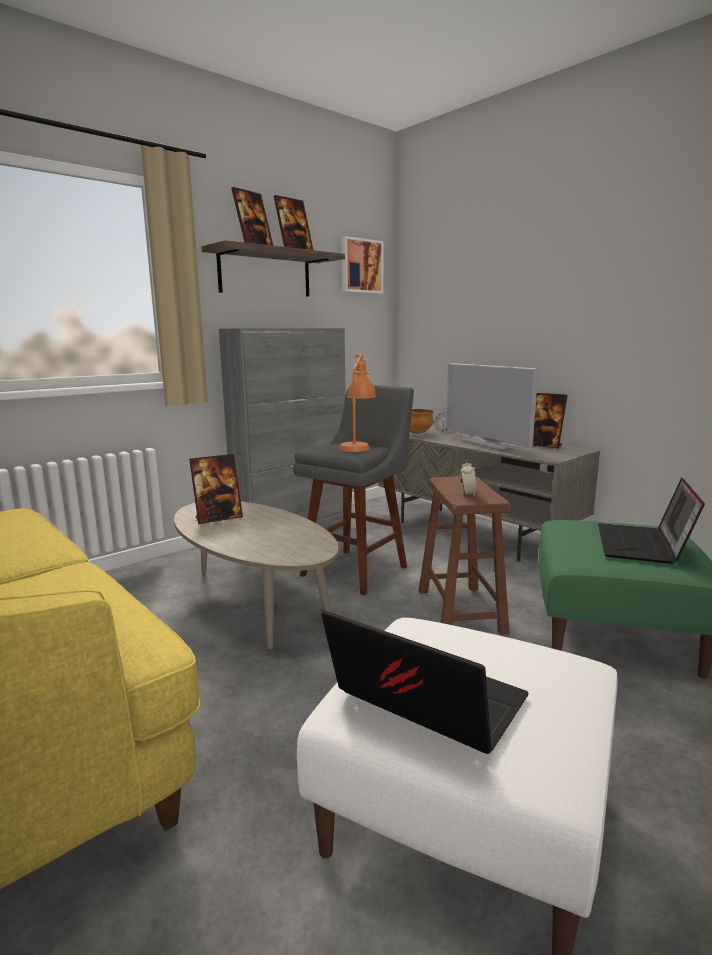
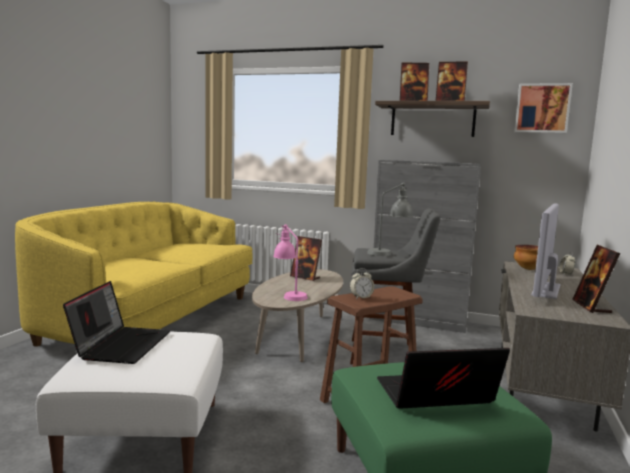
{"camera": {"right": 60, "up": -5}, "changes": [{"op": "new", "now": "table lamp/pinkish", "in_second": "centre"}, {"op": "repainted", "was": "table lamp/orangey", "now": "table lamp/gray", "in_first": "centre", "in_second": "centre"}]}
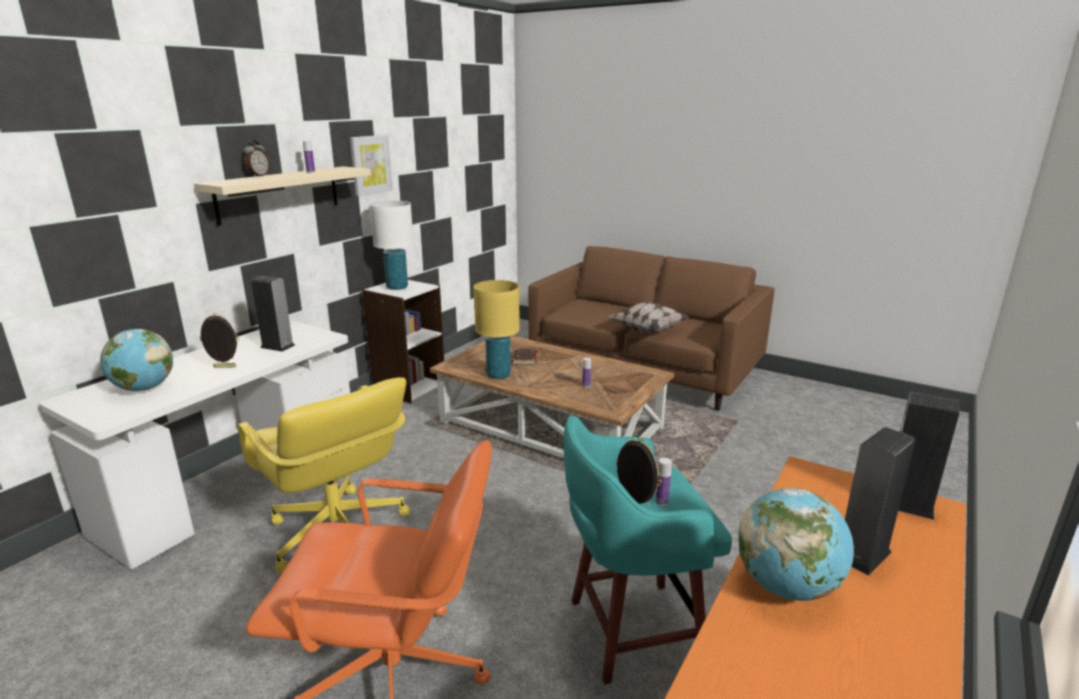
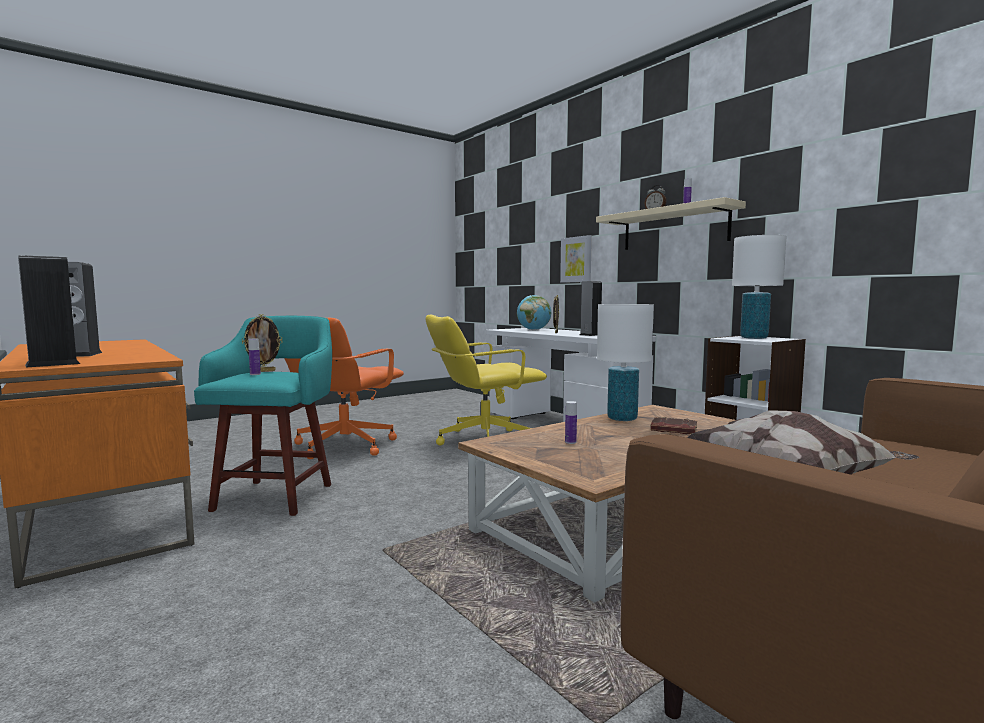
{"camera": {"right": 110, "up": -15}, "changes": [{"op": "gone", "was": "world globe (no. 2 from left)", "in_first": "bottom right"}, {"op": "shifted", "was": "wall picture", "in_first": "top centre", "in_second": "centre"}, {"op": "repainted", "was": "table lamp/yellow-coloured", "now": "table lamp/white (no. 1 from left)", "in_first": "centre", "in_second": "centre"}]}
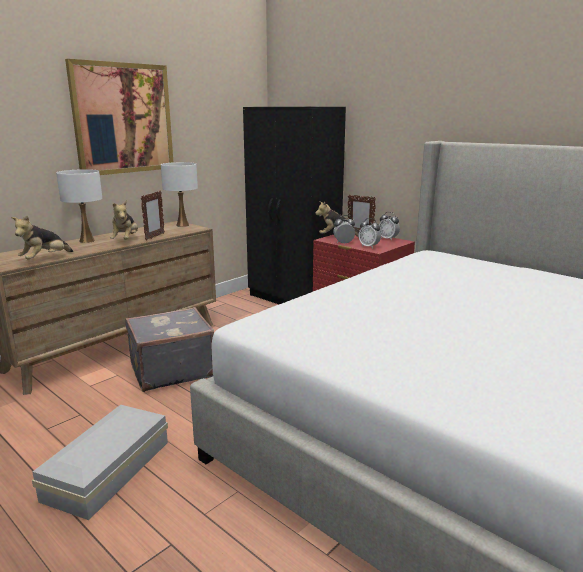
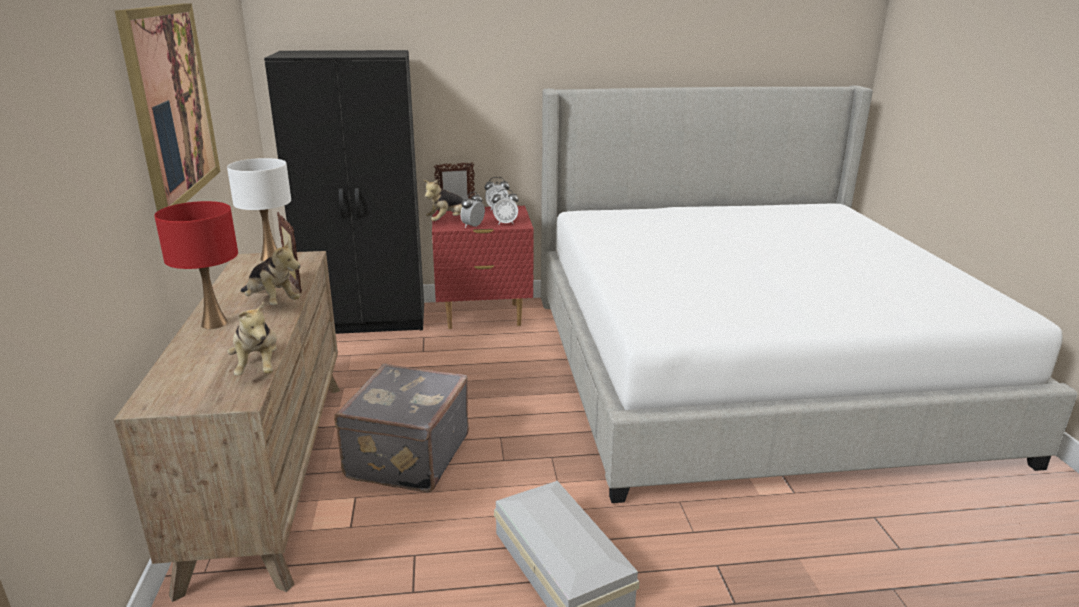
{"camera": {"right": -50, "up": 5}, "changes": [{"op": "repainted", "was": "table lamp/white (no. 1 from left)", "now": "table lamp/red", "in_first": "middle left", "in_second": "middle left"}]}
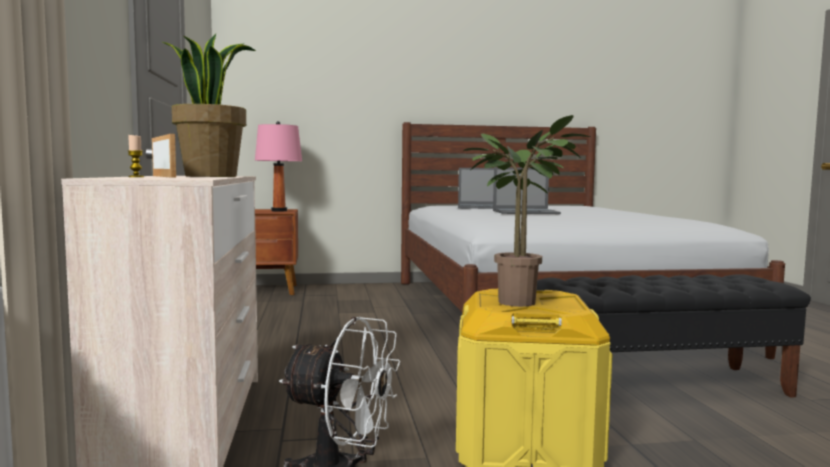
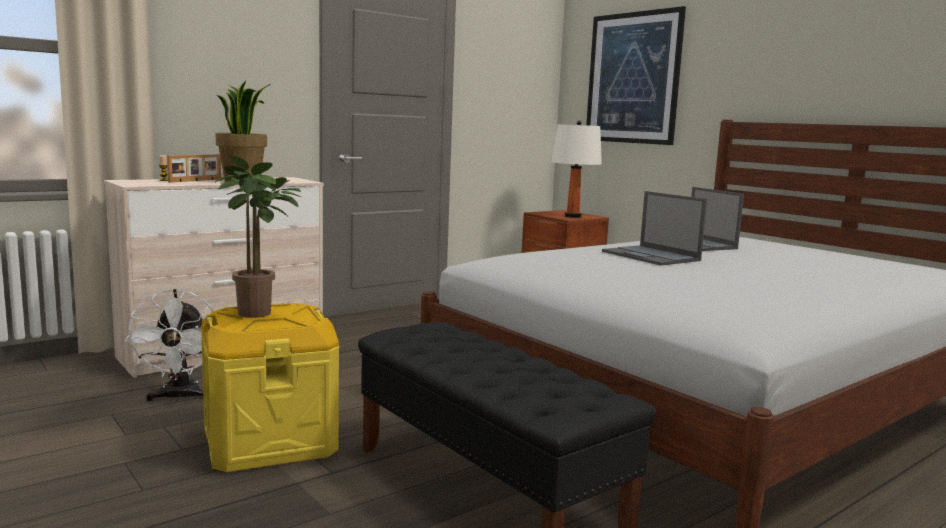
{"camera": {"right": 60, "up": 5}, "changes": [{"op": "new", "now": "wall picture", "in_second": "top right"}, {"op": "repainted", "was": "table lamp/pinkish", "now": "table lamp/white", "in_first": "centre", "in_second": "top centre"}]}
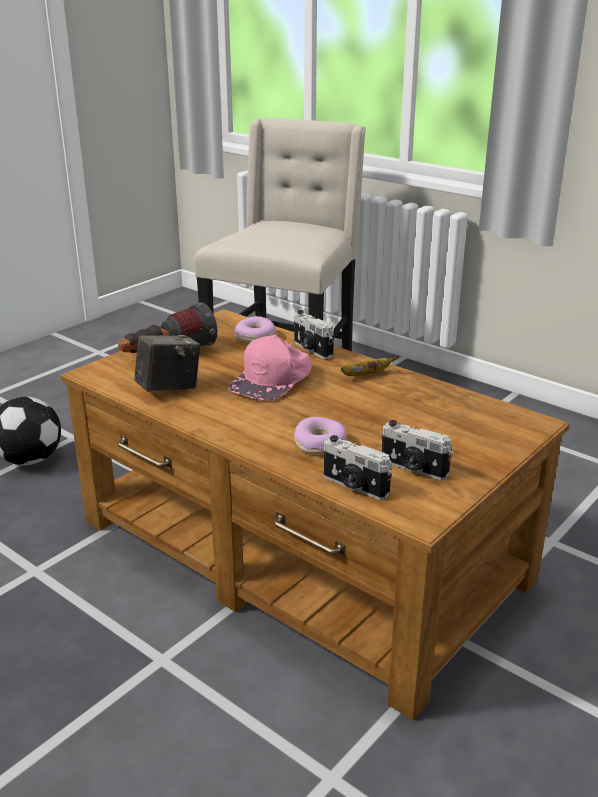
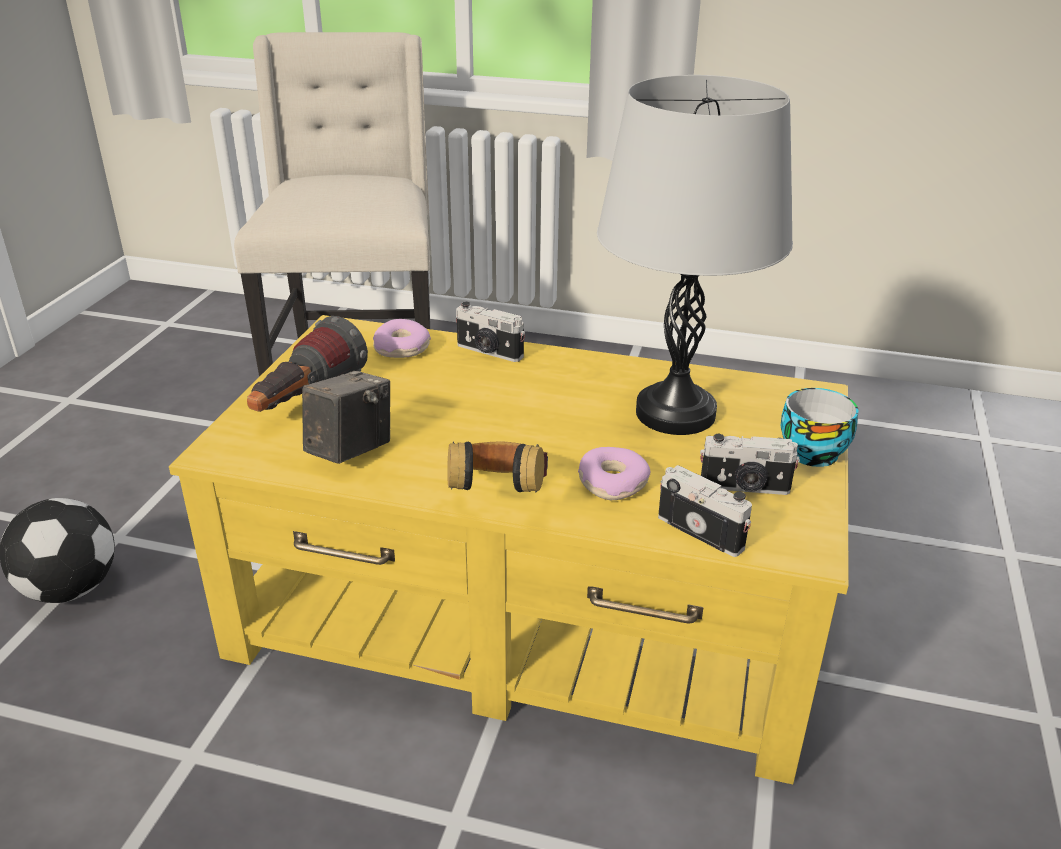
{"camera": {"right": -25, "up": 5}, "changes": [{"op": "gone", "was": "cap/pinkish", "in_first": "centre"}, {"op": "gone", "was": "whole banana", "in_first": "centre"}, {"op": "new", "now": "headset", "in_second": "centre"}, {"op": "new", "now": "table lamp/gray", "in_second": "top centre"}, {"op": "new", "now": "cup", "in_second": "middle right"}, {"op": "repainted", "was": "coffee table/brownish", "now": "coffee table/yellow-coloured", "in_first": "centre", "in_second": "centre"}, {"op": "rotated", "was": "still camera (no. 3 from left)", "in_first": "centre", "in_second": "centre", "clockwise": -150}]}
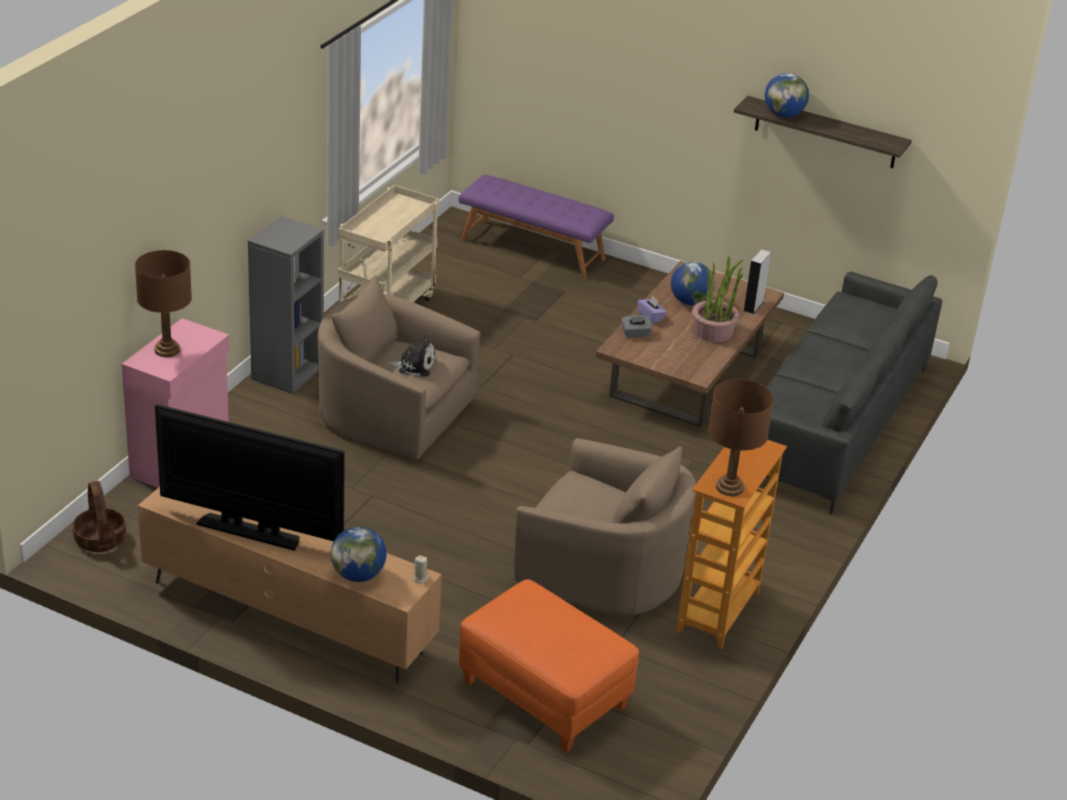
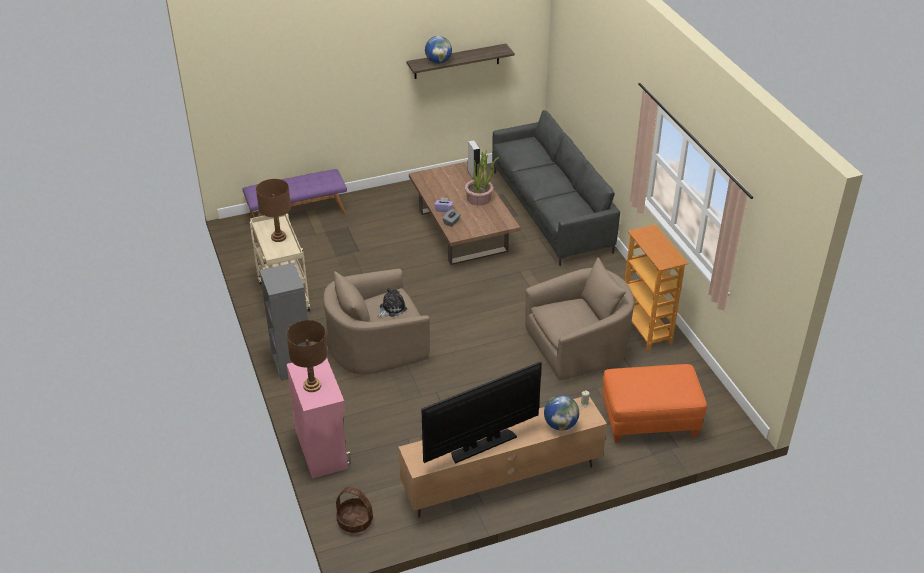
{"camera": {"right": -45, "up": 5}, "changes": [{"op": "gone", "was": "world globe (no. 2 from left)", "in_first": "centre"}, {"op": "shifted", "was": "table lamp/brownish (no. 2 from left in the first image)", "now": "table lamp/brownish (no. 1 from left)", "in_first": "middle right", "in_second": "middle left"}]}
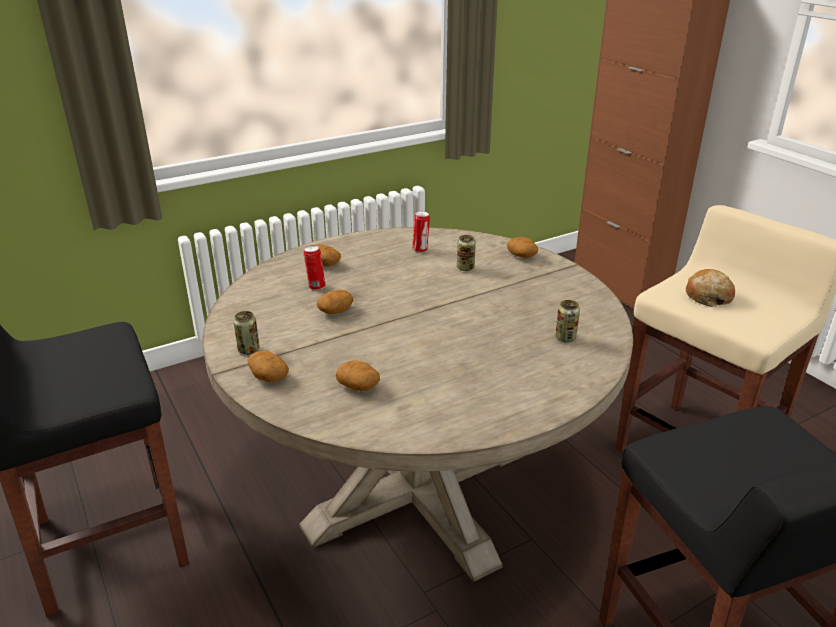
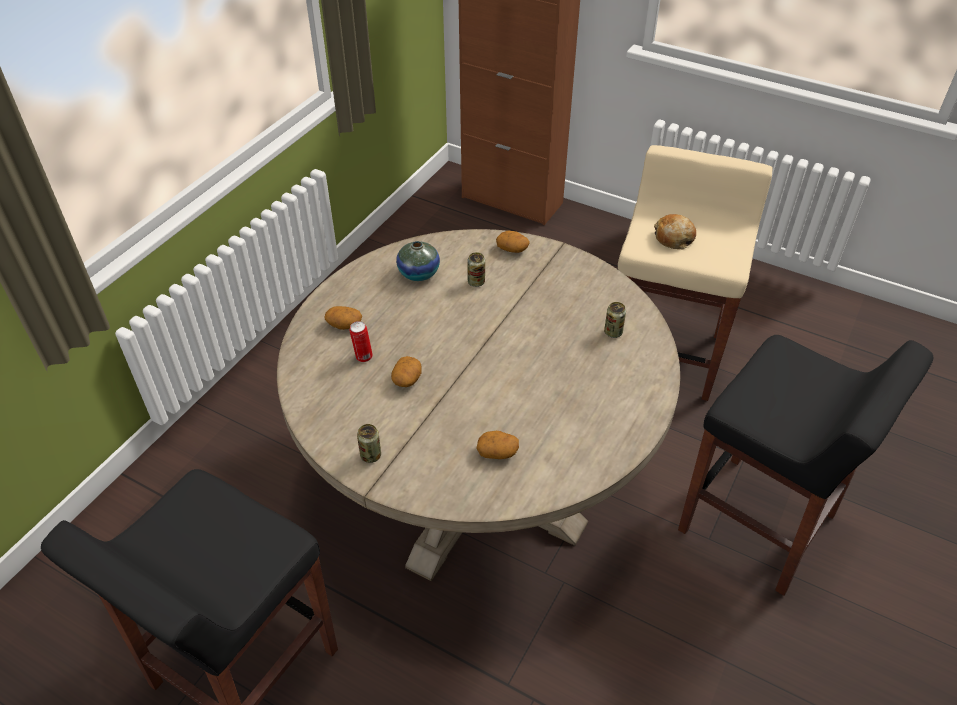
{"camera": {"right": -30, "up": 15}, "changes": [{"op": "gone", "was": "spud (no. 1 from left)", "in_first": "middle left"}, {"op": "swapped", "was": "can (no. 3 from left)", "now": "decorative vase", "in_first": "centre", "in_second": "centre"}]}
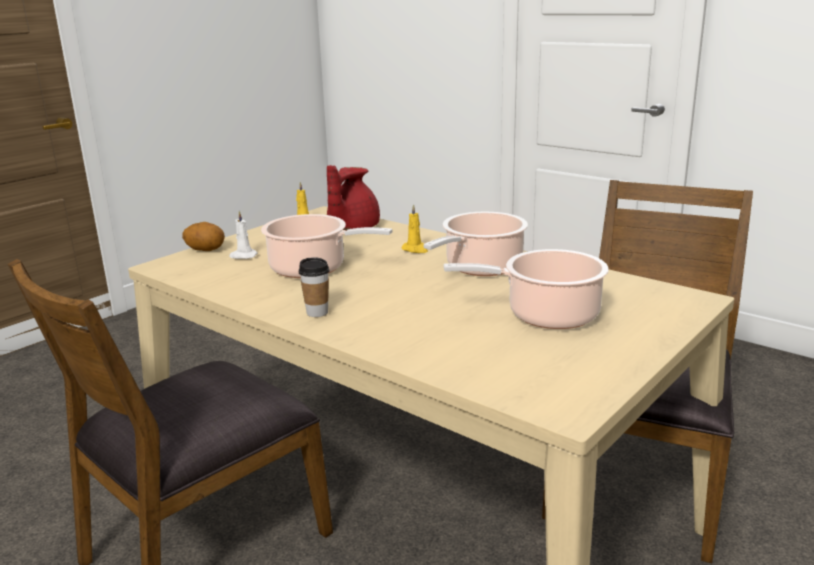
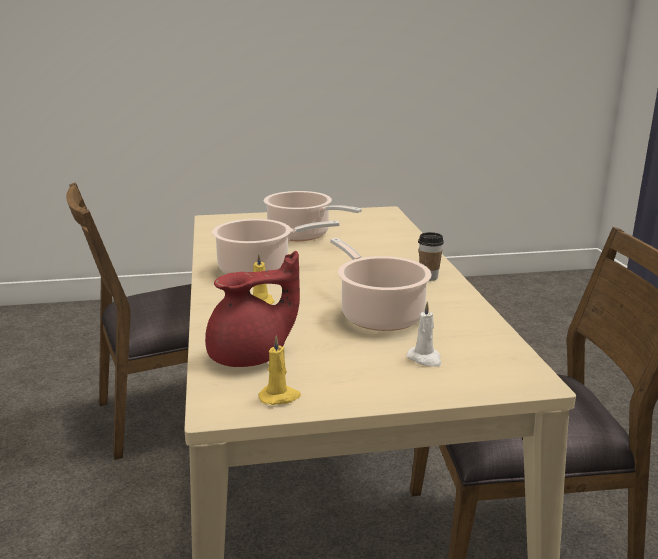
{"camera": {"right": -140, "up": 0}, "changes": [{"op": "gone", "was": "spud", "in_first": "middle left"}]}
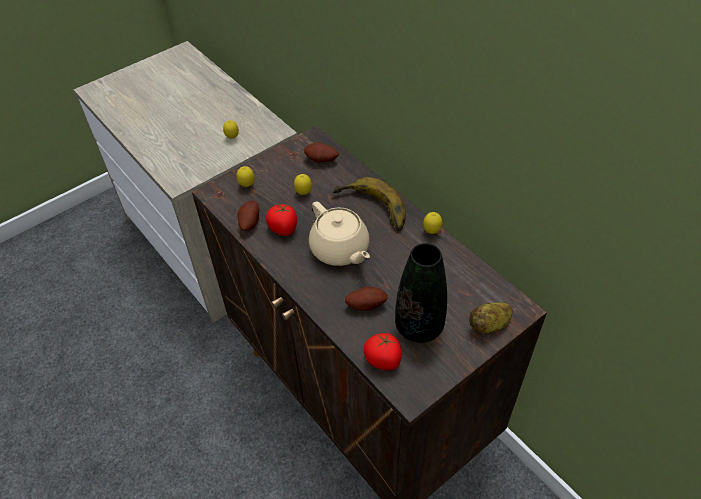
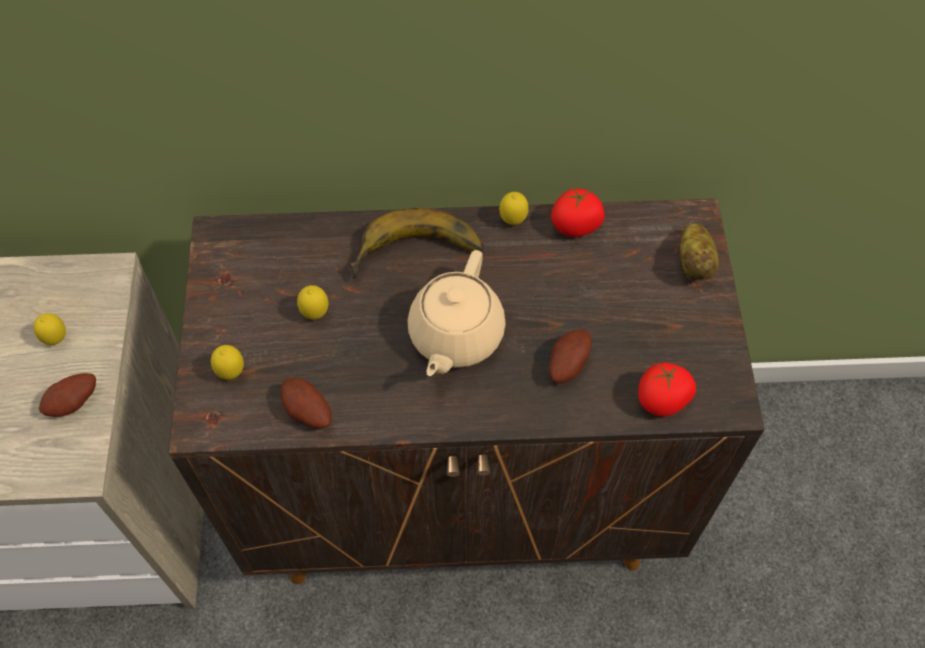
{"camera": {"right": -55, "up": 10}, "changes": [{"op": "gone", "was": "decorative vase/blackish", "in_first": "centre"}, {"op": "shifted", "was": "whole tomato (no. 1 from left)", "in_first": "centre", "in_second": "top centre"}, {"op": "shifted", "was": "spud (no. 2 from left in the first image)", "now": "spud (no. 1 from left)", "in_first": "top centre", "in_second": "middle left"}, {"op": "rotated", "was": "tea pot/beige", "in_first": "centre", "in_second": "centre", "clockwise": 105}]}
